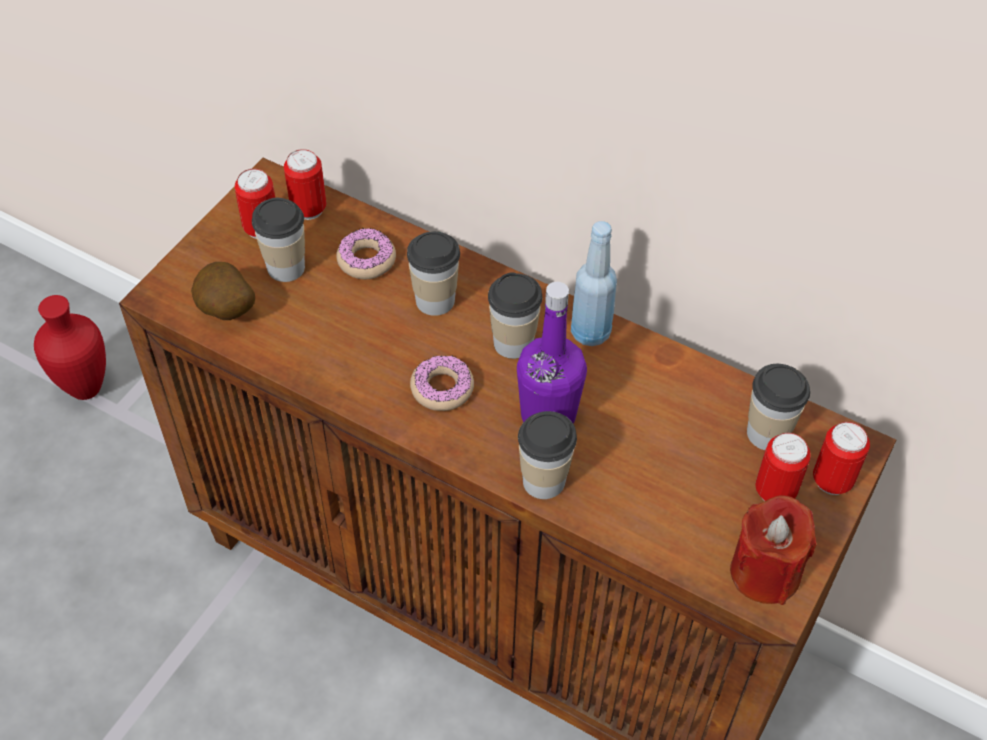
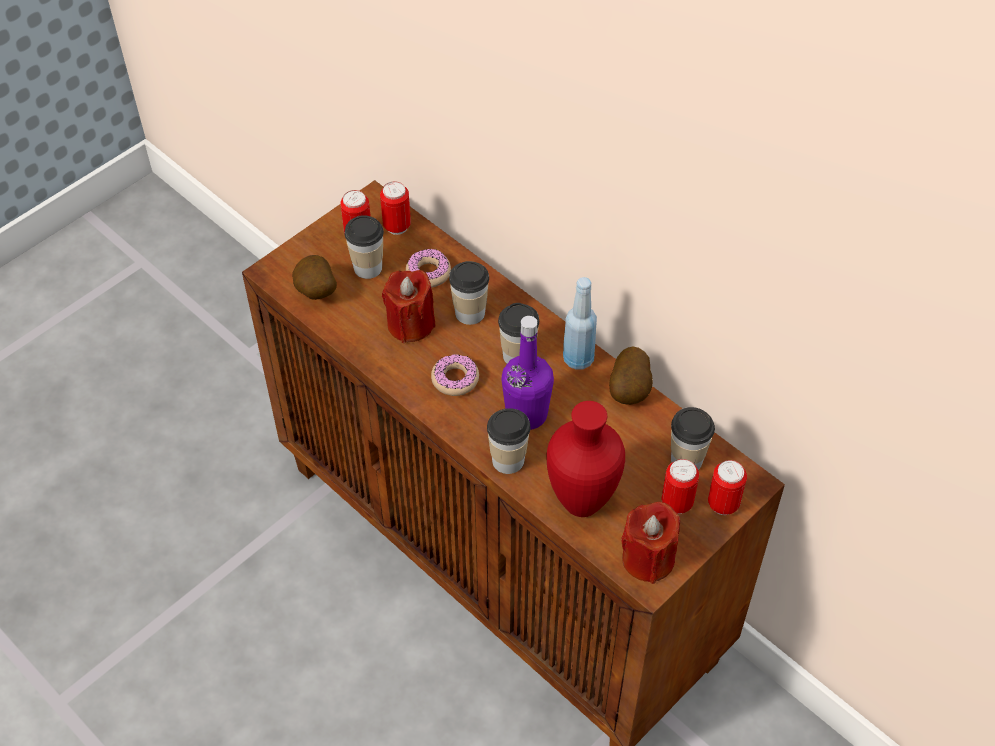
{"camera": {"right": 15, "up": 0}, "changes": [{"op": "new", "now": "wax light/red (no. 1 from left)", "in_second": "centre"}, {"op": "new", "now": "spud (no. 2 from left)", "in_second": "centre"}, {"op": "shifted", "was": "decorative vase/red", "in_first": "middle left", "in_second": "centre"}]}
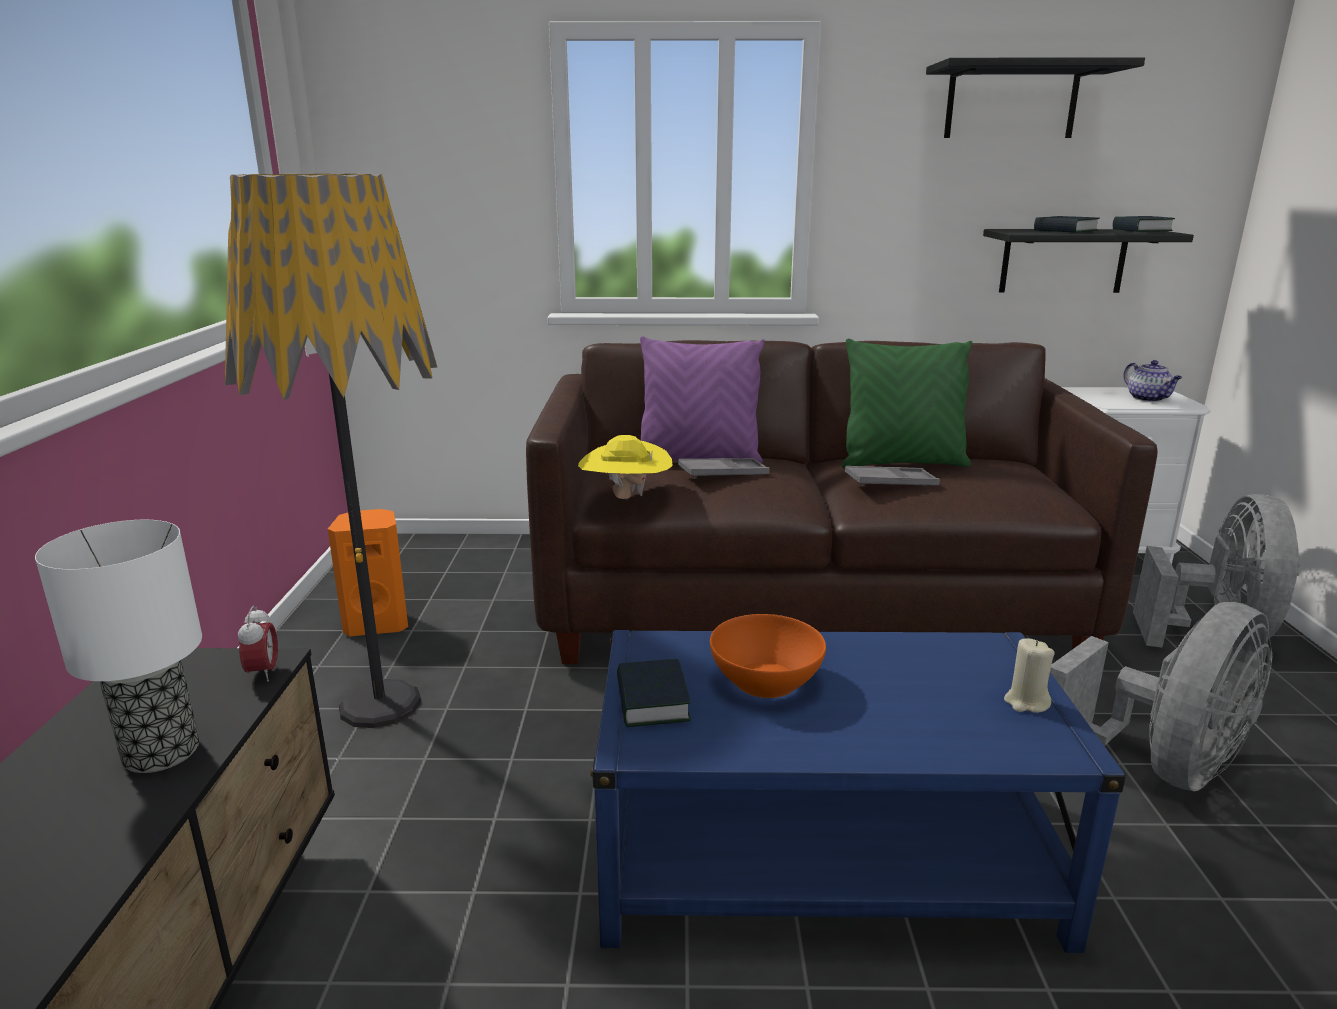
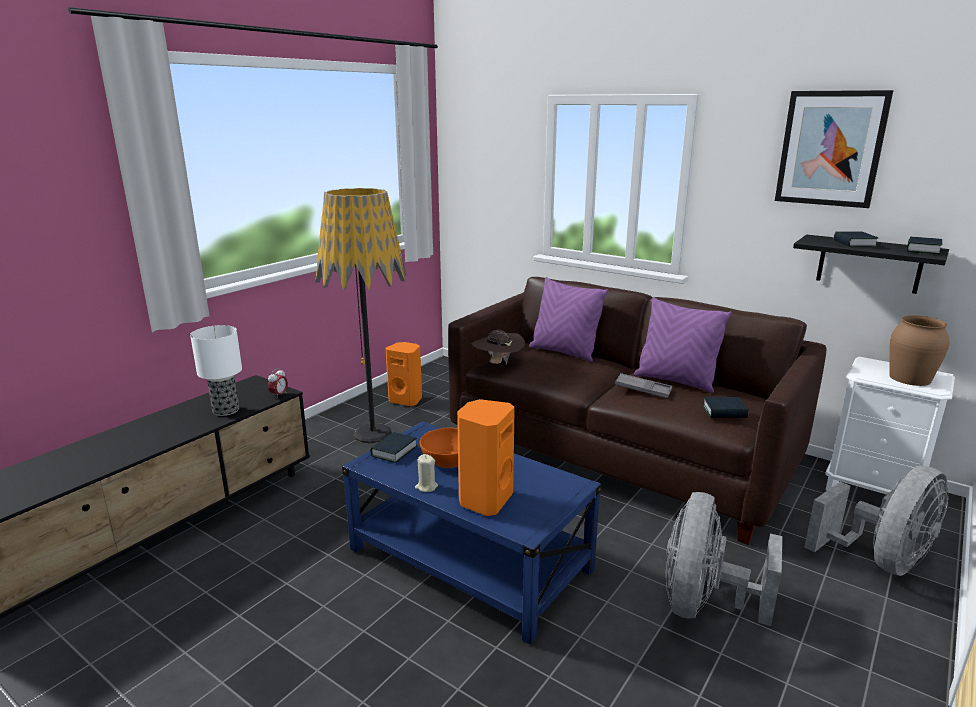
{"camera": {"right": 35, "up": 0}, "changes": [{"op": "gone", "was": "tray/gray (no. 1 from left)", "in_first": "centre"}, {"op": "new", "now": "audio speaker/orangey (no. 2 from left)", "in_second": "centre"}, {"op": "new", "now": "bound book (no. 2 from left)", "in_second": "middle right"}, {"op": "shifted", "was": "wax light/beige", "in_first": "bottom right", "in_second": "bottom centre"}, {"op": "swapped", "was": "wall shelf/blackish (no. 1 from left)", "now": "wall picture", "in_first": "top right", "in_second": "top right"}, {"op": "swapped", "was": "tea pot", "now": "decorative vase/brownish", "in_first": "middle right", "in_second": "middle right"}, {"op": "repainted", "was": "wearable hat/yellow-coloured", "now": "wearable hat/brownish", "in_first": "centre", "in_second": "centre"}, {"op": "repainted", "was": "pillow/green", "now": "pillow/purple-coloured (no. 2 from left)", "in_first": "middle right", "in_second": "middle right"}, {"op": "rotated", "was": "cooling fan/gray (no. 1 from left)", "in_first": "bottom right", "in_second": "bottom right", "clockwise": 120}]}
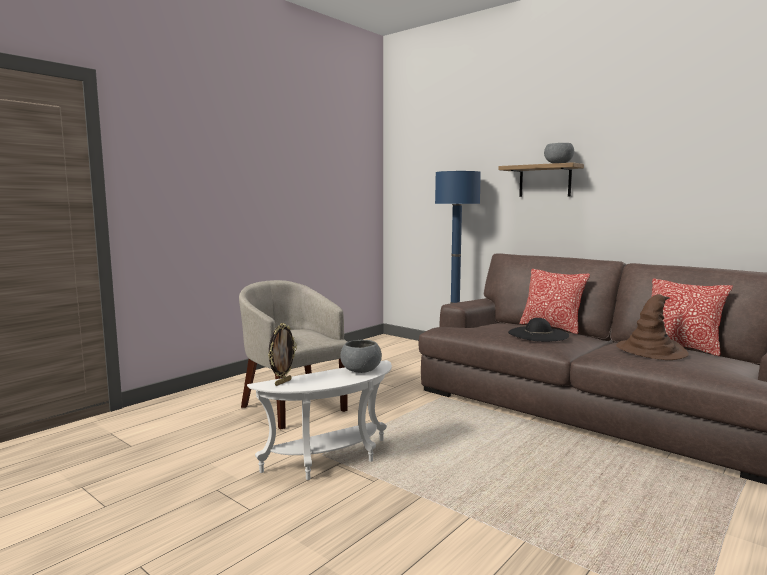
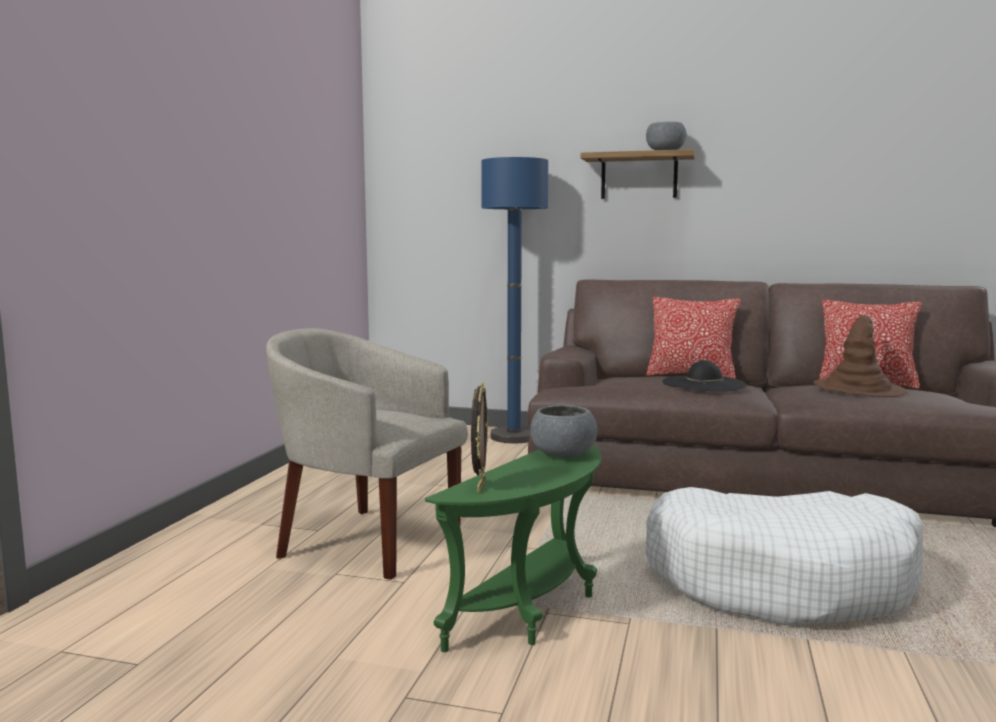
{"camera": {"right": -25, "up": 0}, "changes": [{"op": "new", "now": "dog bed/white", "in_second": "bottom right"}, {"op": "repainted", "was": "end table/white", "now": "end table/green", "in_first": "bottom centre", "in_second": "bottom centre"}]}
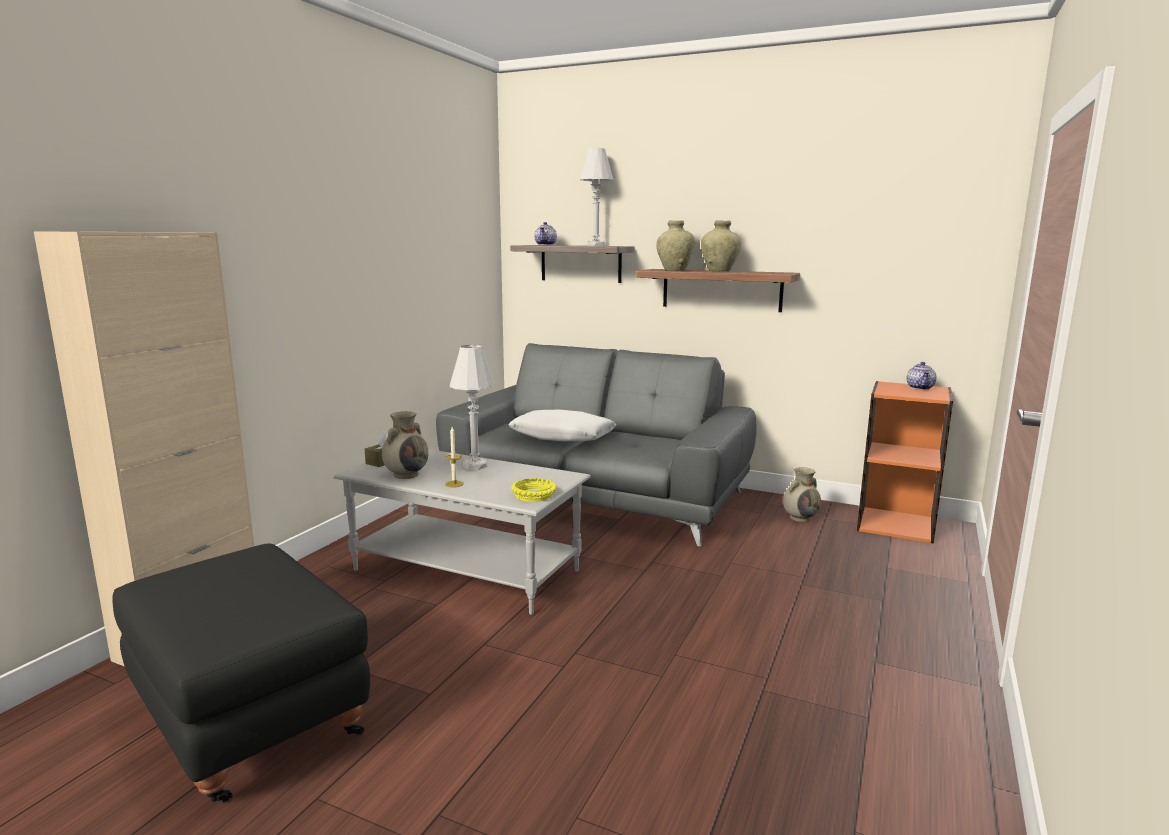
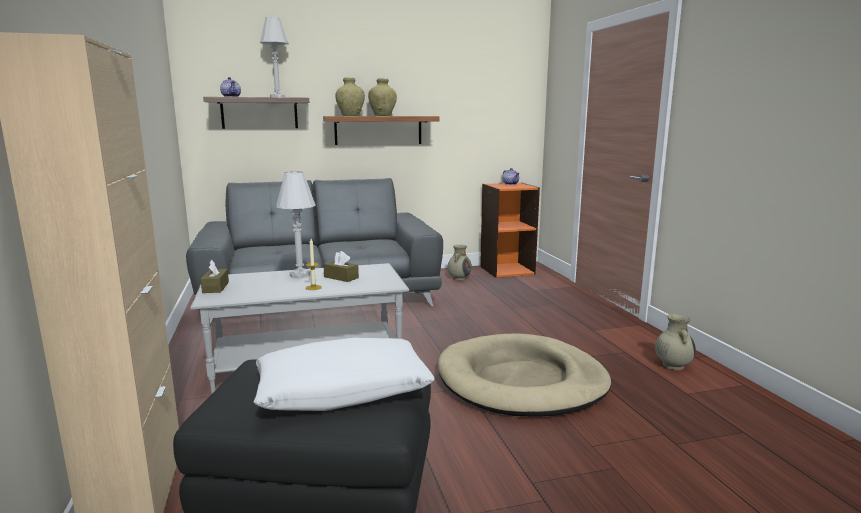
{"camera": {"right": -40, "up": 0}, "changes": [{"op": "gone", "was": "bowl/yellow-coloured", "in_first": "centre"}, {"op": "new", "now": "tissue holder/brownish (no. 2 from left)", "in_second": "centre"}, {"op": "new", "now": "dog bed/beige", "in_second": "bottom centre"}, {"op": "shifted", "was": "decorative vase/beige (no. 1 from left in the first image)", "now": "decorative vase/beige (no. 4 from left)", "in_first": "centre", "in_second": "bottom right"}, {"op": "shifted", "was": "pillow/white", "in_first": "centre", "in_second": "bottom centre"}]}
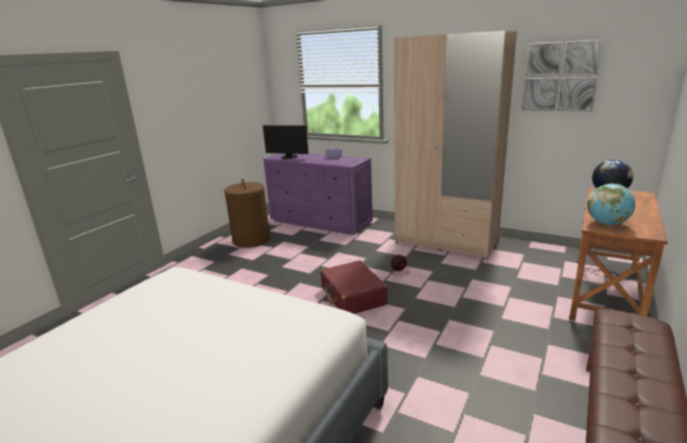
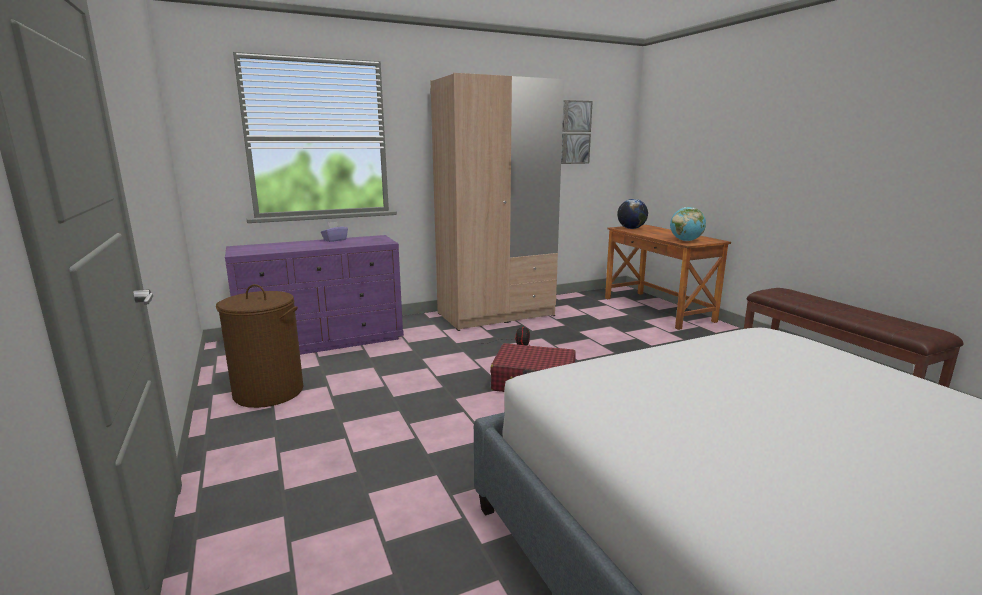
{"camera": {"right": -55, "up": -5}, "changes": [{"op": "gone", "was": "computer screen", "in_first": "top centre"}]}
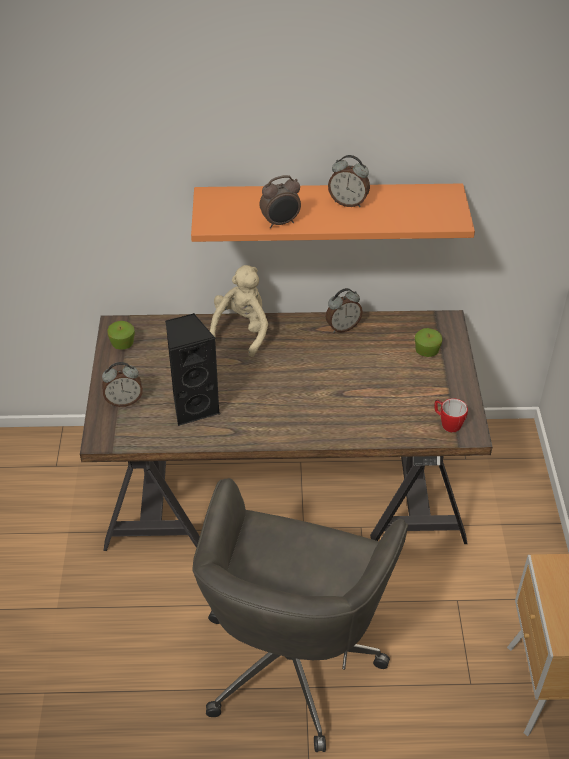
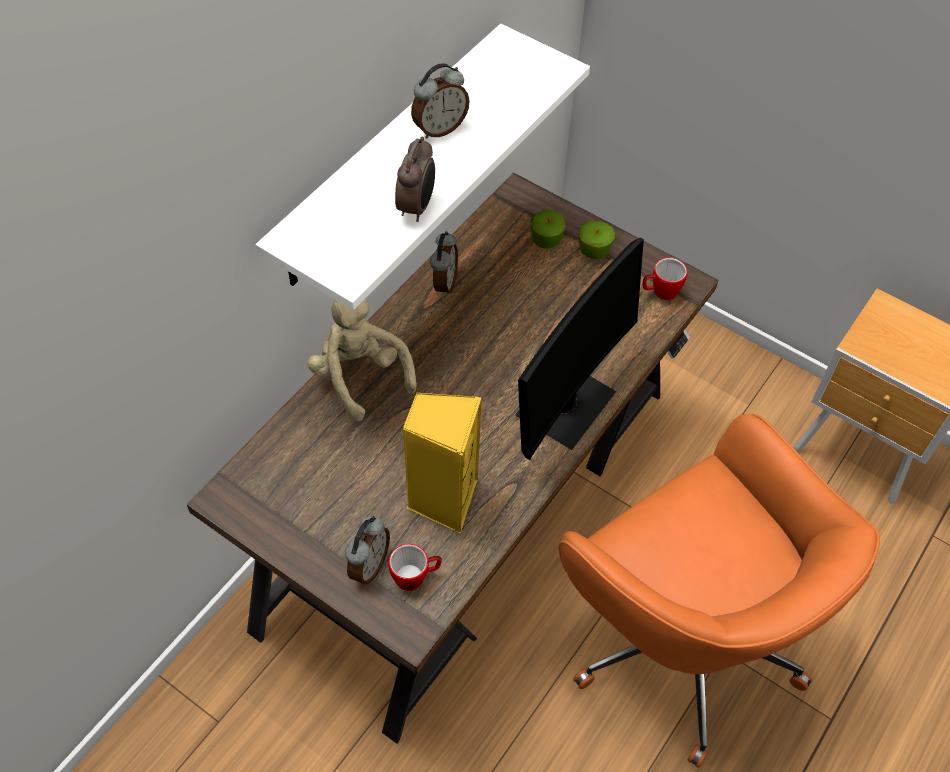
{"camera": {"right": -55, "up": 10}, "changes": [{"op": "new", "now": "mug (no. 1 from left)", "in_second": "bottom centre"}, {"op": "new", "now": "computer screen", "in_second": "centre"}, {"op": "shifted", "was": "whole apple (no. 1 from left in the first image)", "now": "whole apple (no. 2 from left)", "in_first": "middle left", "in_second": "top centre"}, {"op": "repainted", "was": "audio speaker/blackish", "now": "audio speaker/yellow-coloured", "in_first": "centre", "in_second": "centre"}, {"op": "repainted", "was": "wall shelf/orangey", "now": "wall shelf/white", "in_first": "top centre", "in_second": "top centre"}, {"op": "repainted", "was": "desk chair/gray", "now": "desk chair/orangey", "in_first": "bottom centre", "in_second": "bottom right"}]}
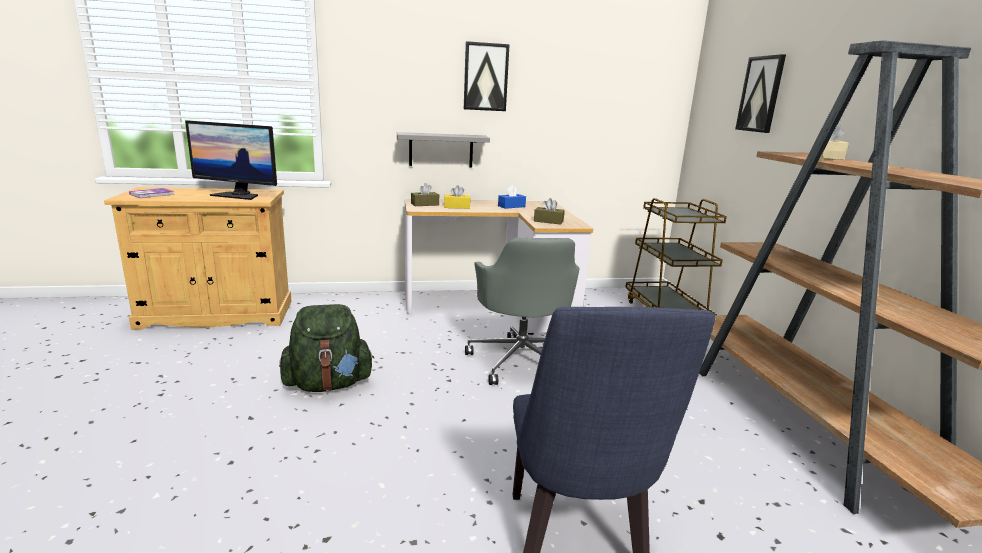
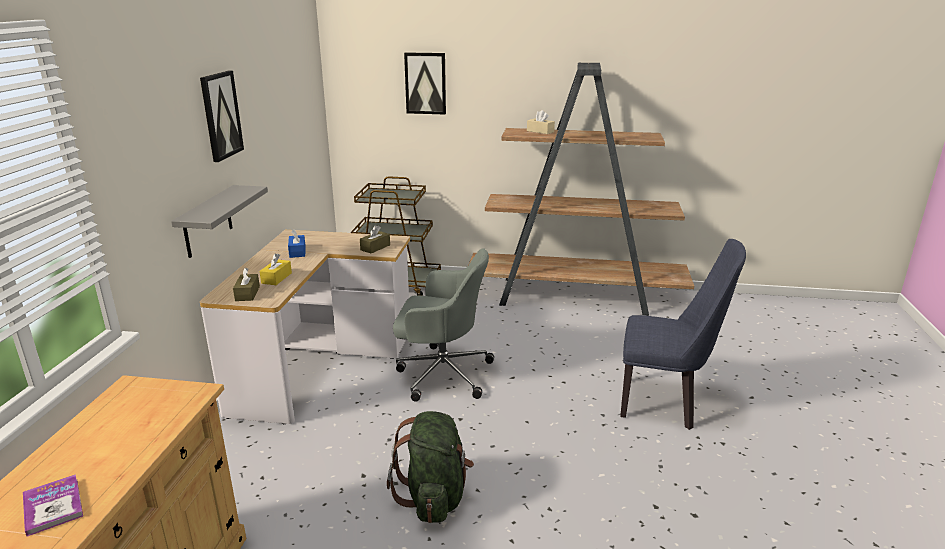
{"camera": {"right": -70, "up": 5}, "changes": [{"op": "gone", "was": "computer screen", "in_first": "top left"}]}
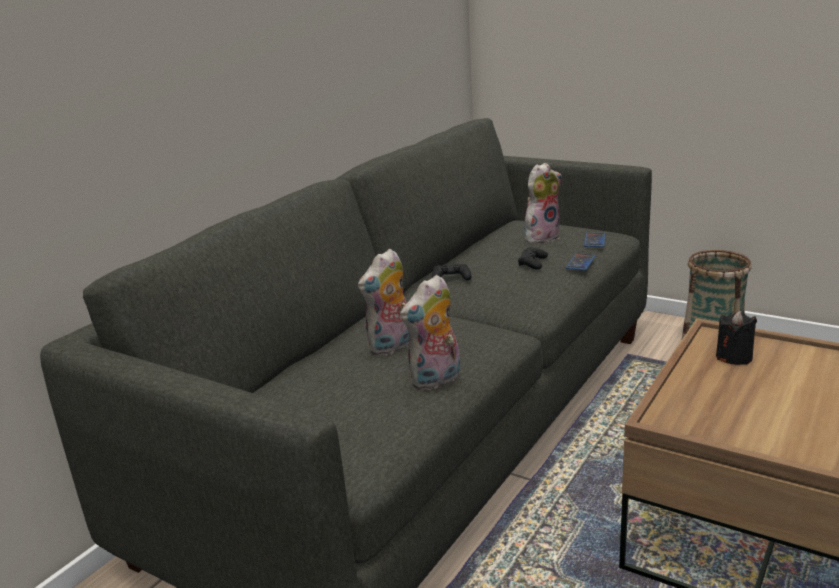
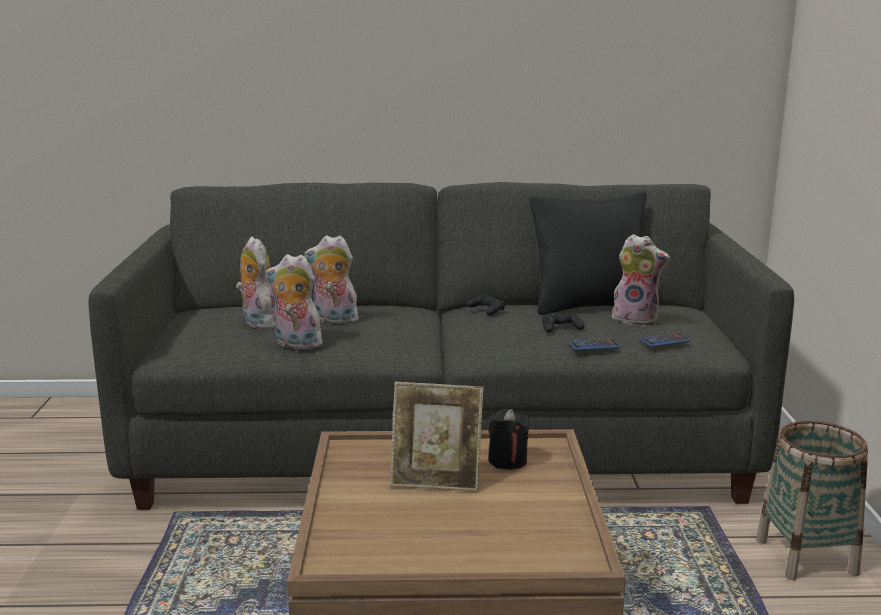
{"camera": {"right": 55, "up": -5}, "changes": [{"op": "new", "now": "soft toy (no. 1 from left)", "in_second": "middle left"}, {"op": "new", "now": "picture frame", "in_second": "bottom centre"}, {"op": "new", "now": "pillow/blackish", "in_second": "middle right"}]}
